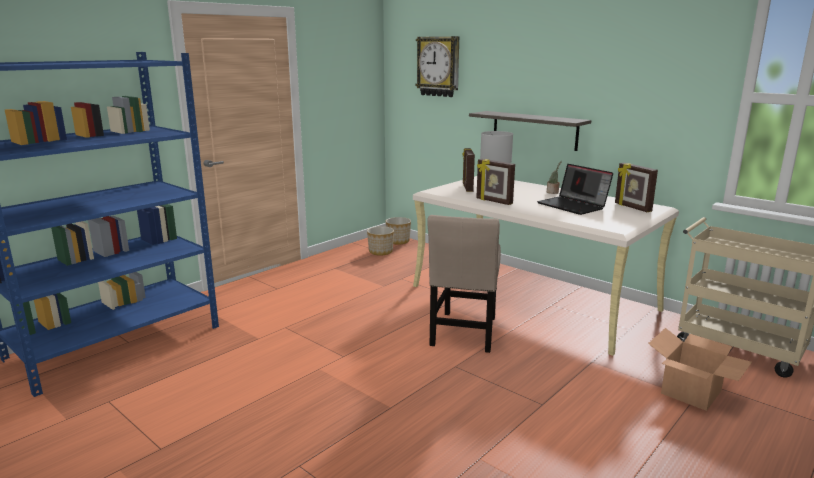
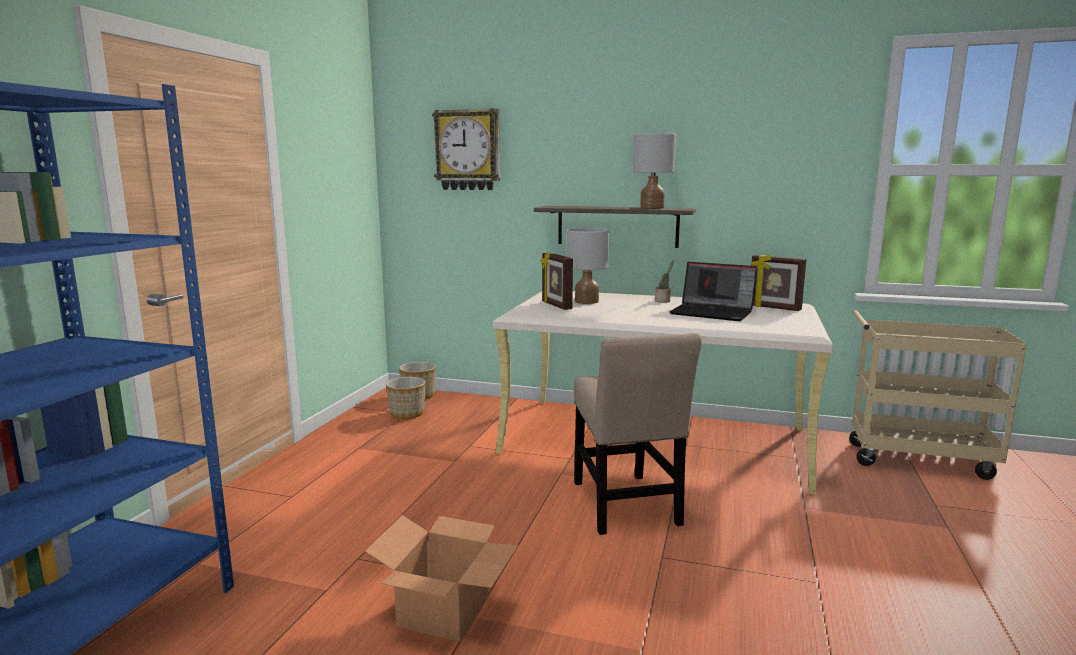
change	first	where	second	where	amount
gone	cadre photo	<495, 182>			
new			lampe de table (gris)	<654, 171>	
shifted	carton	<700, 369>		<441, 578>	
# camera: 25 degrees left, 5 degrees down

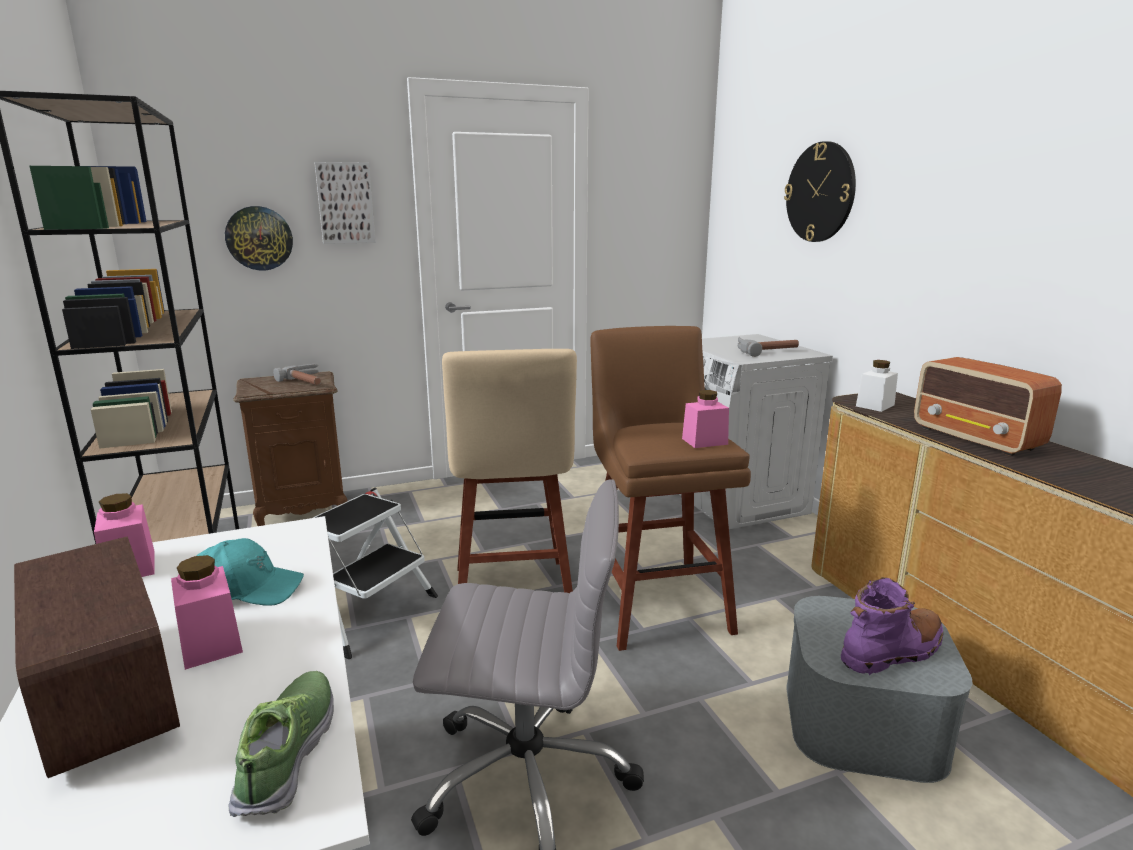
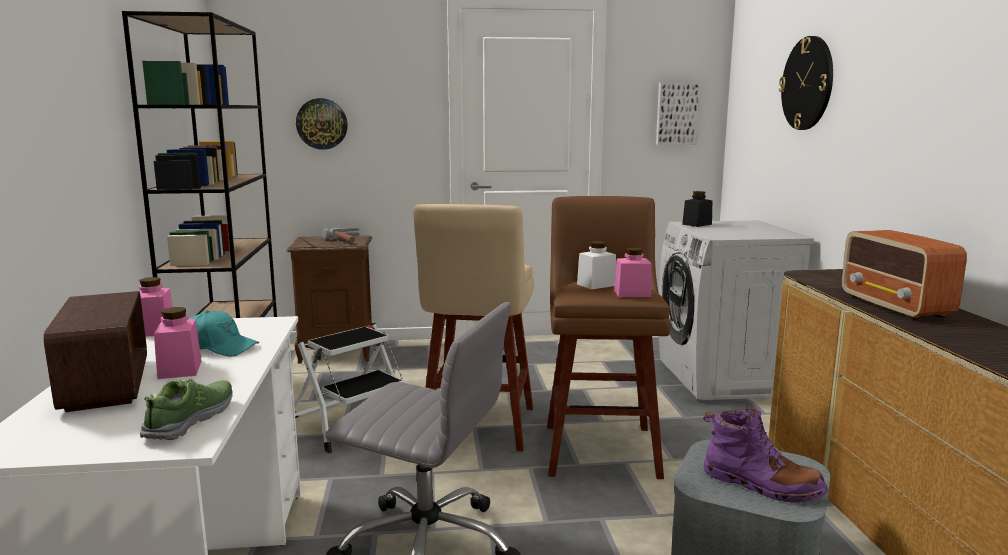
change	first	where	second	where	amount
gone	marteau	<768, 347>			
new			bocal (noir)	<697, 209>	
shifted	tableau	<345, 203>		<678, 114>	
shifted	bocal (blanc)	<877, 386>		<596, 265>	
rotated	botte (violet)	<892, 626>		<765, 454>	45 degrees clockwise
# camera: 15 degrees right, 5 degrees down

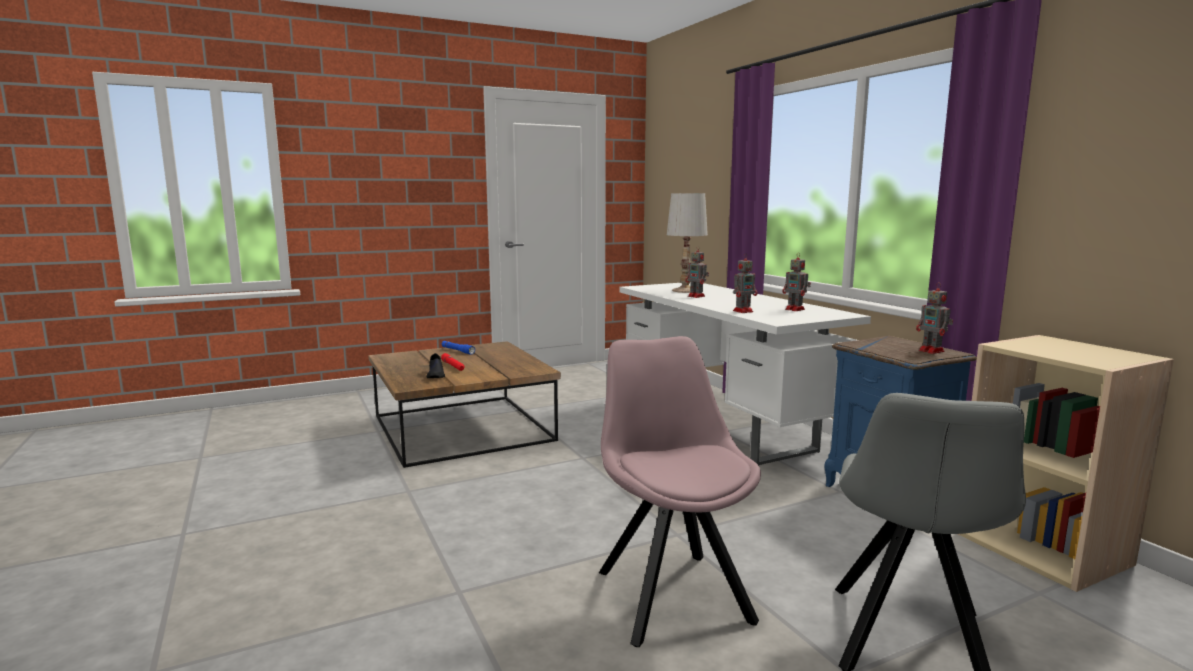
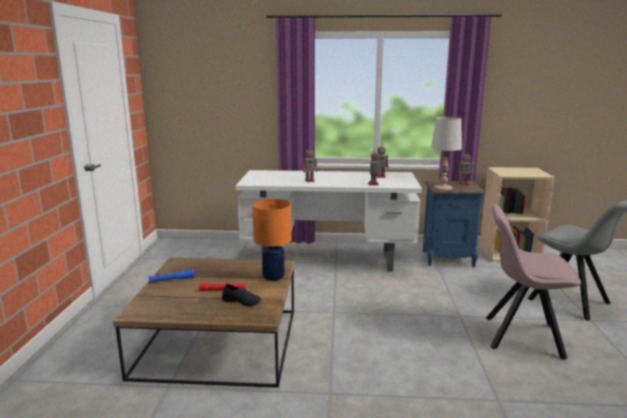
change	first	where	second	where	amount
new			lampe de table (orange)	<272, 240>	
shifted	lampe de table (blanc)	<687, 243>		<446, 153>	
# camera: 60 degrees left, 5 degrees up

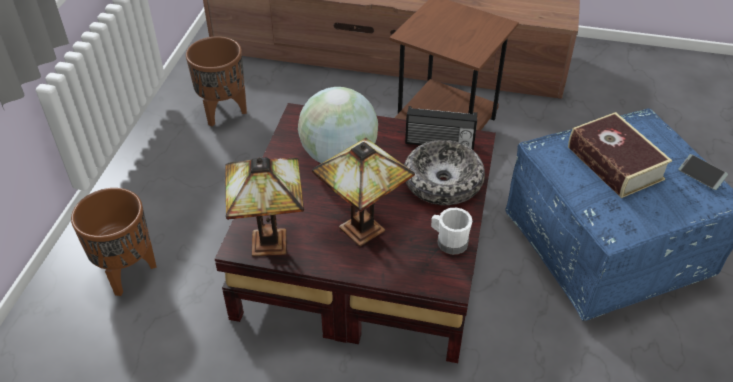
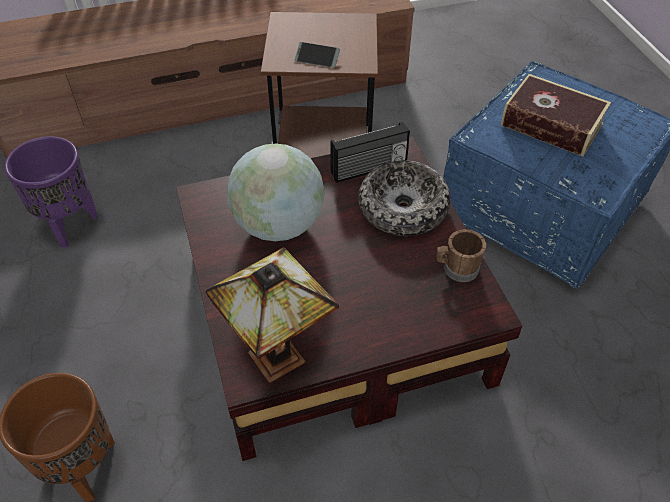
change	first	where	second	where	amount
gone	lampe de table	<363, 192>			
shifted	téléphone	<703, 172>		<317, 55>	
repainted	cache-pot (marron)	<216, 81>	cache-pot (violet)	<51, 192>	
repainted	mug (blanc)	<451, 231>	mug (marron)	<461, 255>	
# camera: 30 degrees left, 5 degrees up

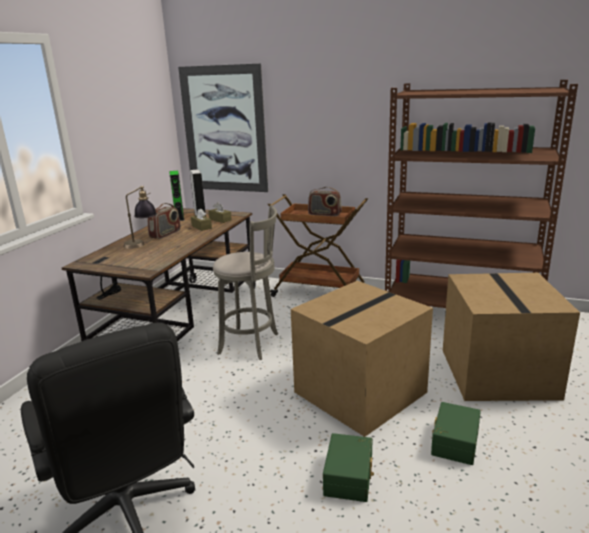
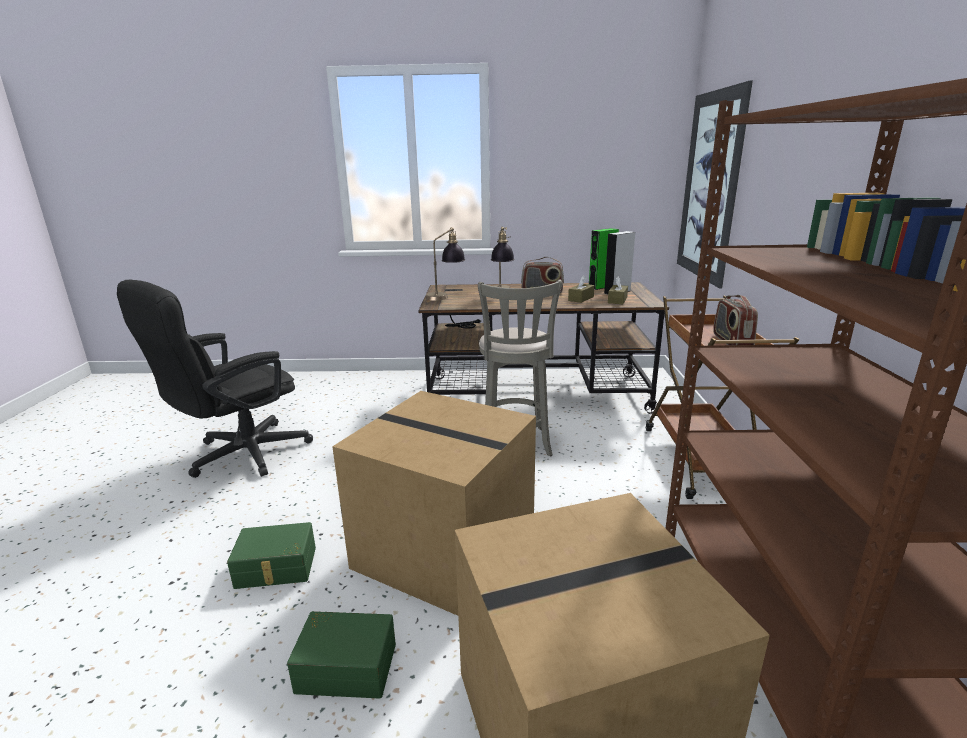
change	first	where	second	where	amount
new			lampe de table	<445, 264>	
# camera: 70 degrees right, 0 degrees up

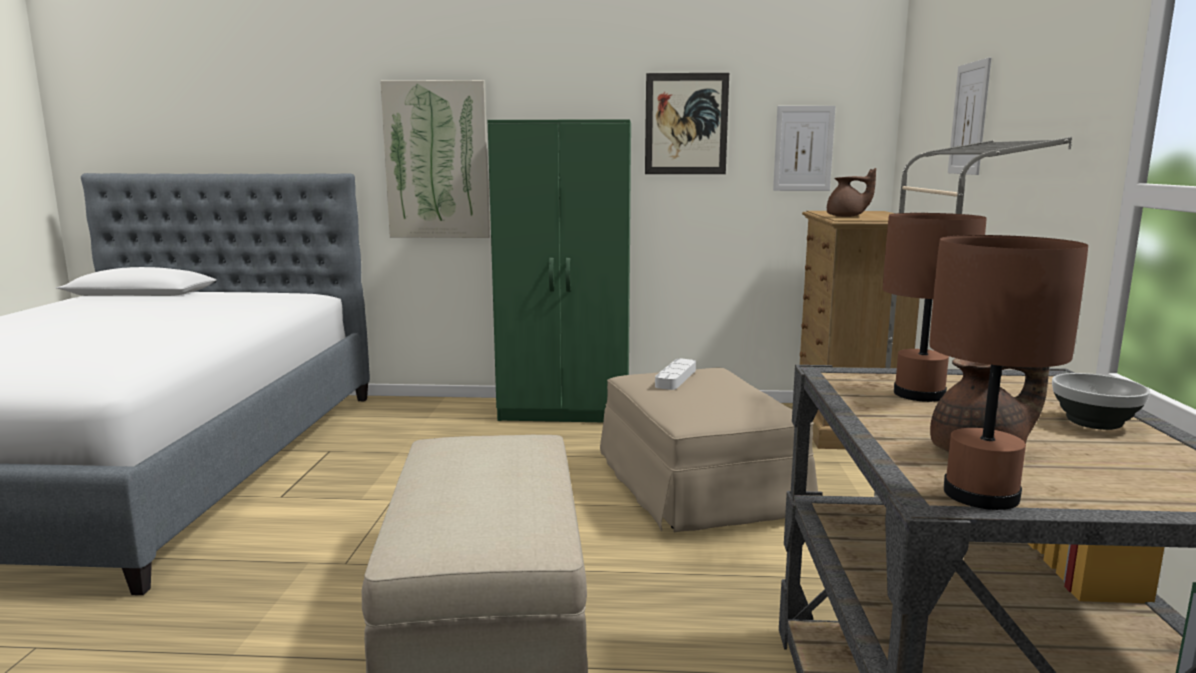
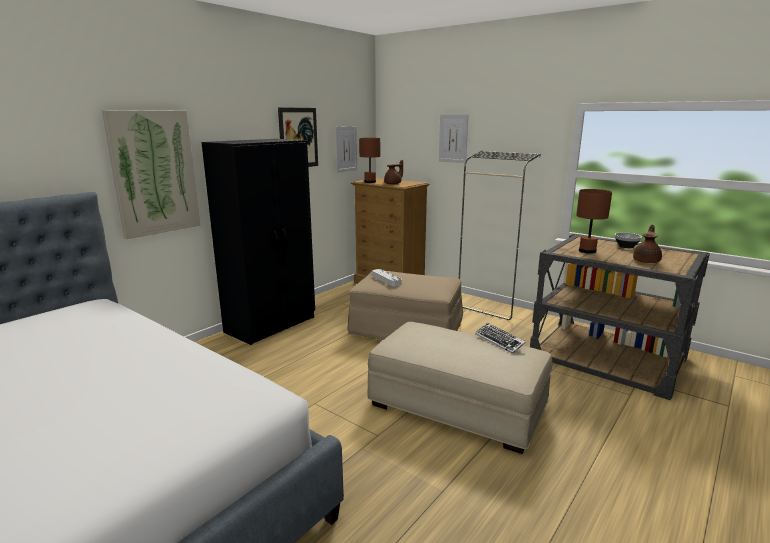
change	first	where	second	where	amount
new			clavier	<500, 338>	
shifted	lampe de table (marron)	<1008, 372>		<369, 160>	
repainted	armoire (vert)	<559, 270>	armoire (noir)	<258, 242>	
# camera: 55 degrees left, 5 degrees up

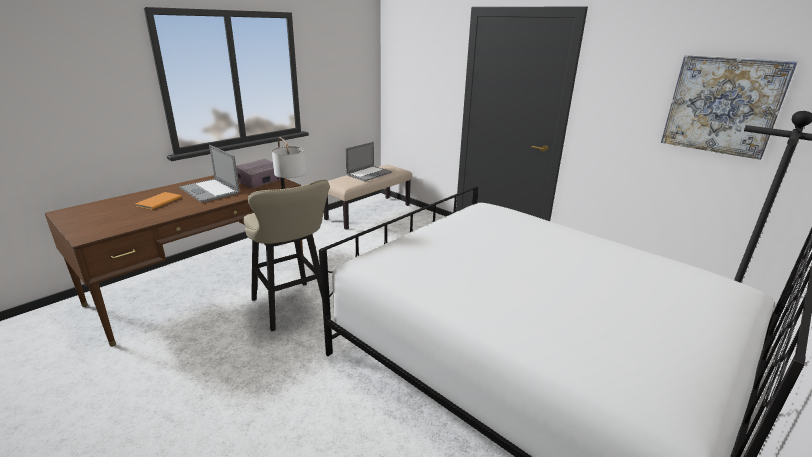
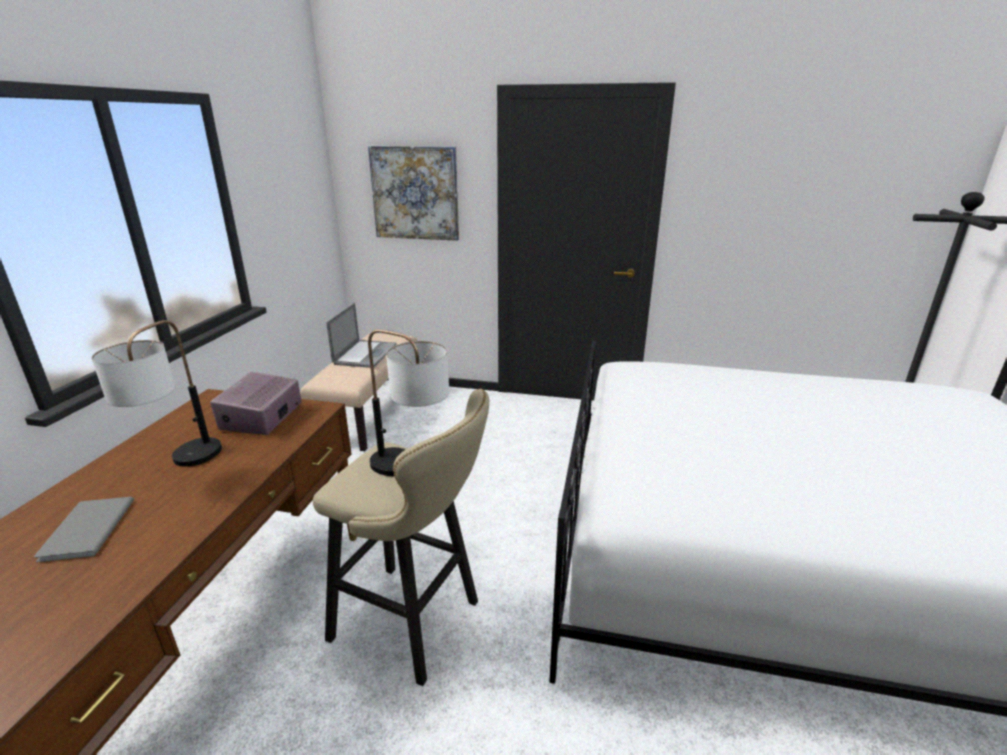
change	first	where	second	where	amount
shifted	tableau	<729, 107>		<413, 193>	
swapped	ordinateur portable	<209, 174>	lampe de table	<156, 393>	
repainted	livre (orange)	<158, 201>	livre (gris)	<84, 530>	
# camera: 30 degrees left, 0 degrees up

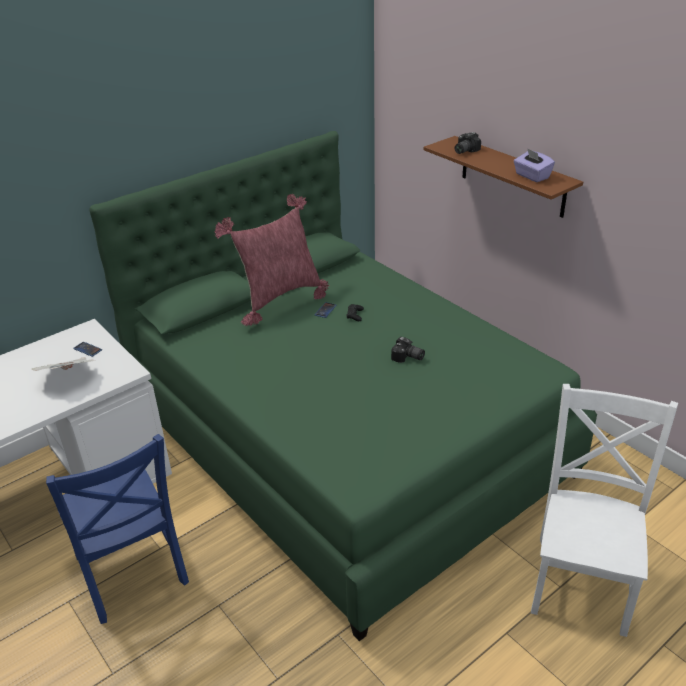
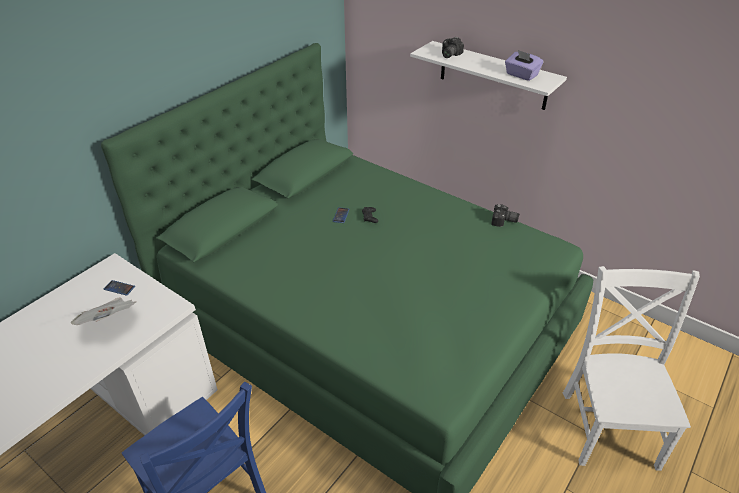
change	first	where	second	where	amount
gone	coussin (rouge)	<272, 260>			
shifted	appareil photo	<408, 350>		<505, 215>	
repainted	étagère (marron)	<503, 177>	étagère (blanc)	<488, 75>	
# camera: 15 degrees left, 5 degrees up

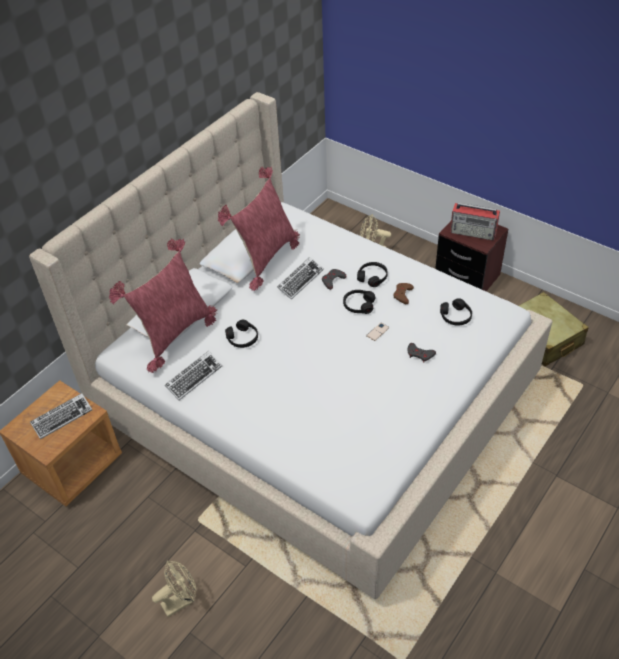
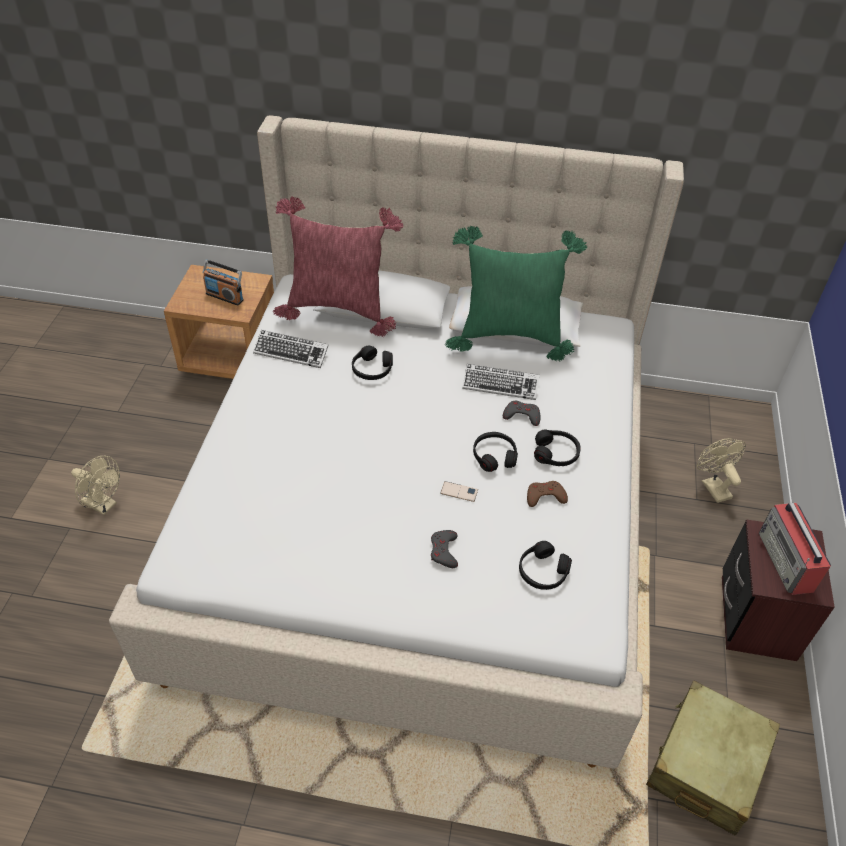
change	first	where	second	where	amount
swapped	clavier	<61, 416>	radio	<223, 283>	
repainted	coussin (rouge)	<258, 228>	coussin (vert)	<516, 293>	
# camera: 60 degrees right, 0 degrees up

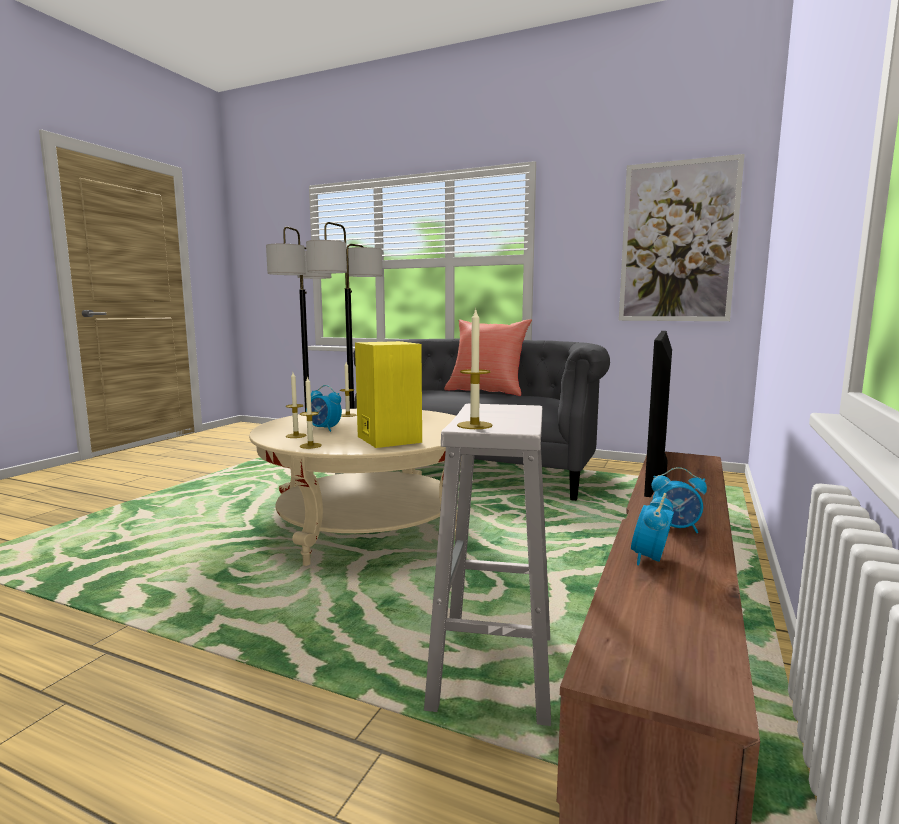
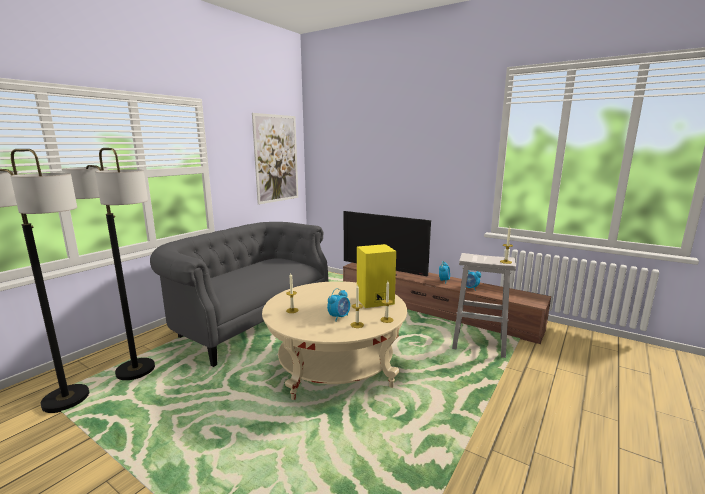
change	first	where	second	where	amount
gone	coussin (rouge)	<488, 357>			
# camera: 80 degrees left, 5 degrees up

